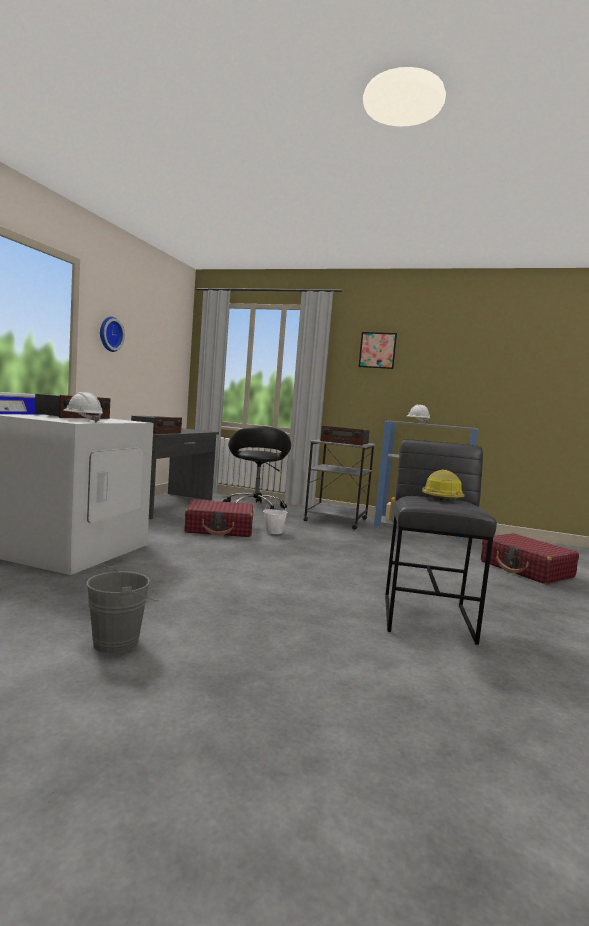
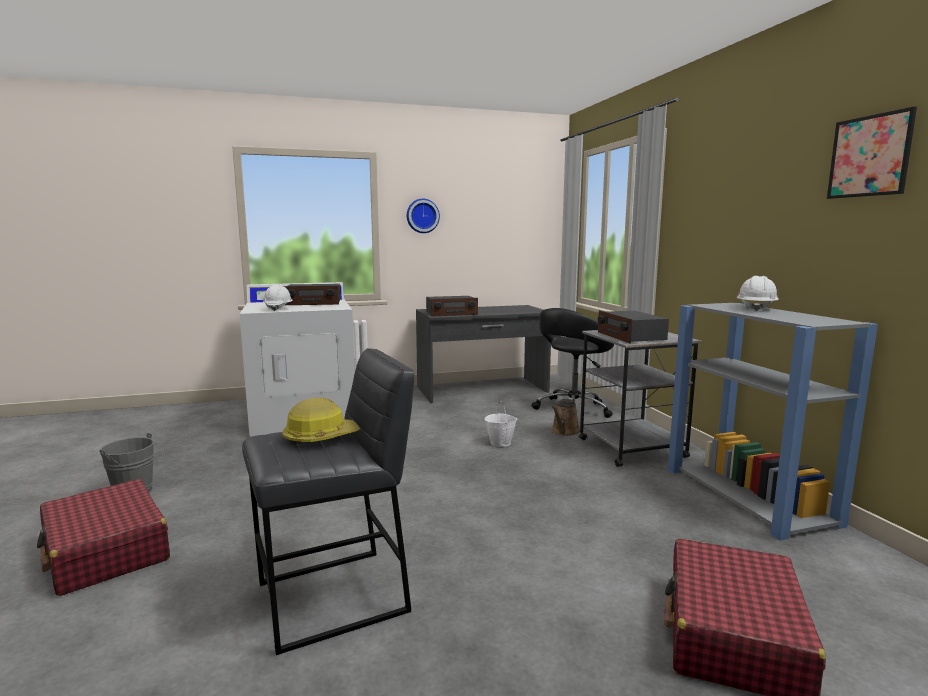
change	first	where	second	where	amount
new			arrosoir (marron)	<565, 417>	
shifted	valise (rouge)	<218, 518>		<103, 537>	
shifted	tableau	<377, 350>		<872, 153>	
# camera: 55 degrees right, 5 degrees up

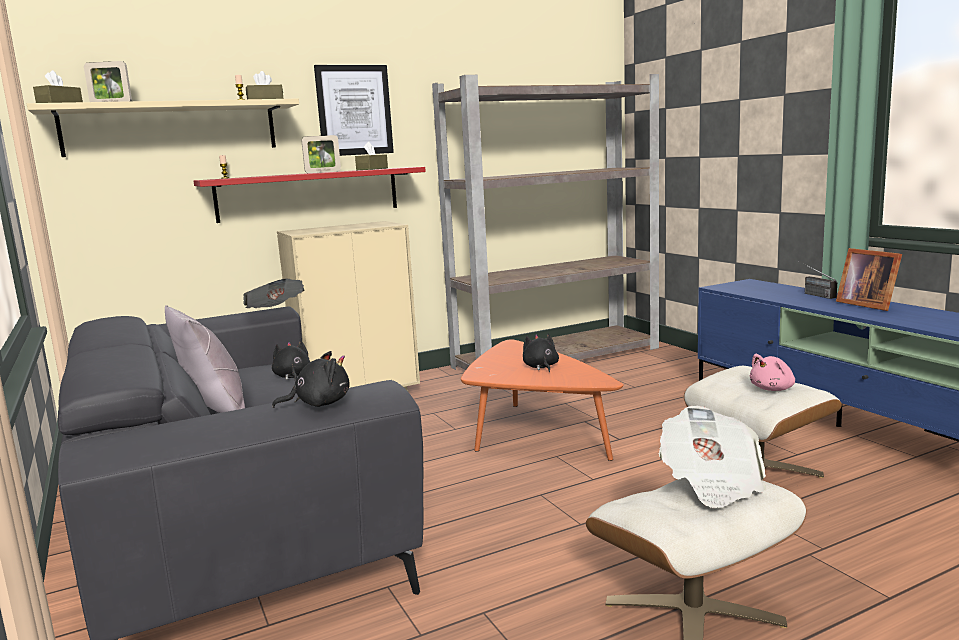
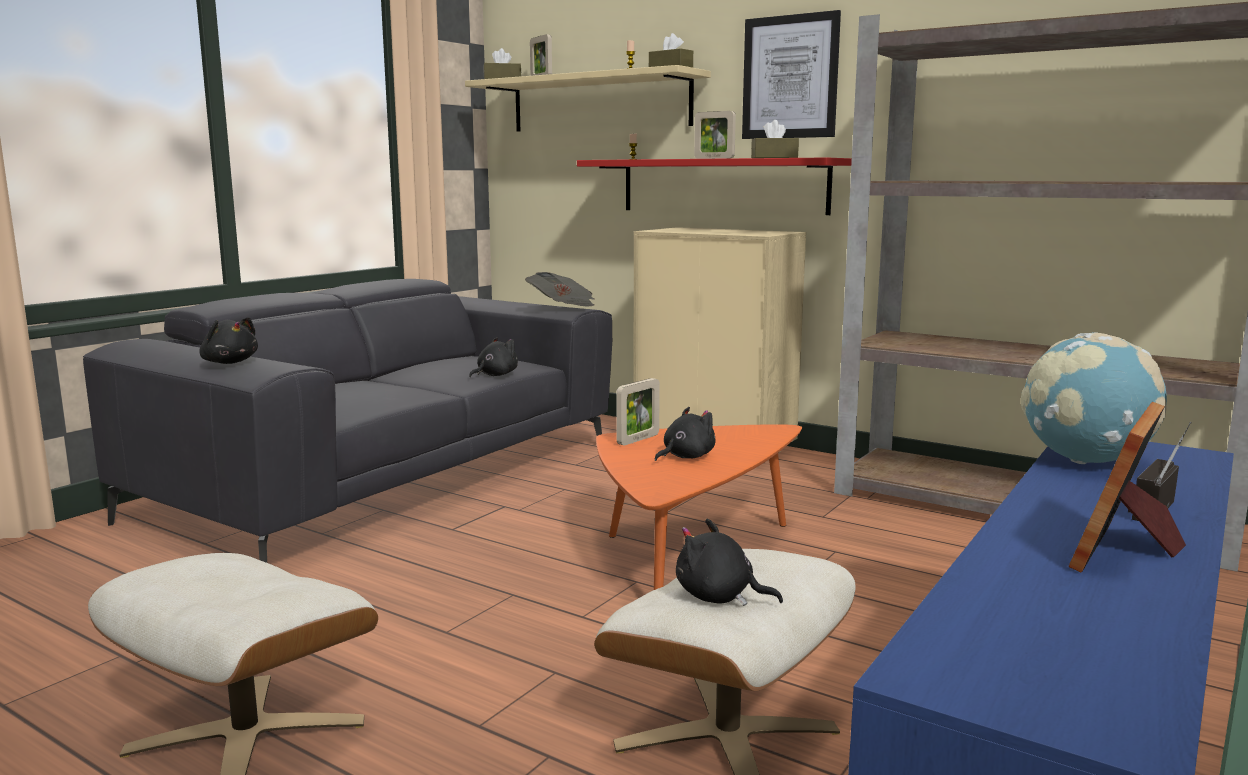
change	first	where	second	where	amount
gone	coussin (violet)	<205, 359>			
gone	journal	<712, 457>			
new			cadre photo	<638, 412>	
new			globe	<1094, 398>	
repainted	peluche (rose)	<772, 372>	peluche (noir)	<729, 562>	
# camera: 60 degrees right, 0 degrees up

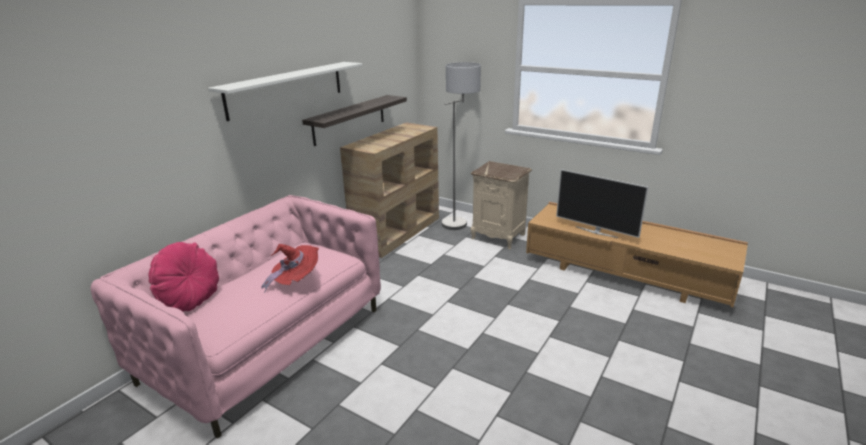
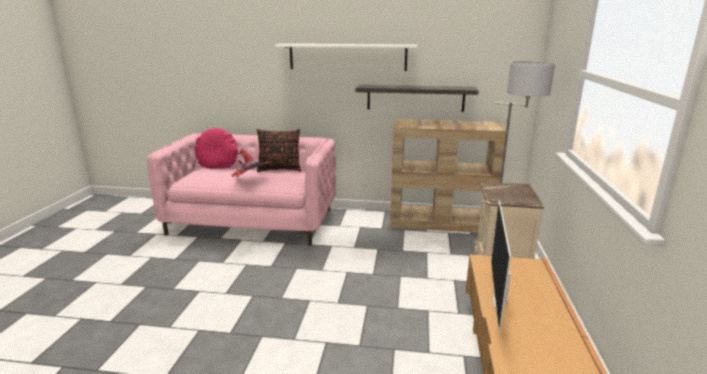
change	first	where	second	where	amount
new			coussin (noir)	<279, 150>	
# camera: 65 degrees right, 5 degrees down

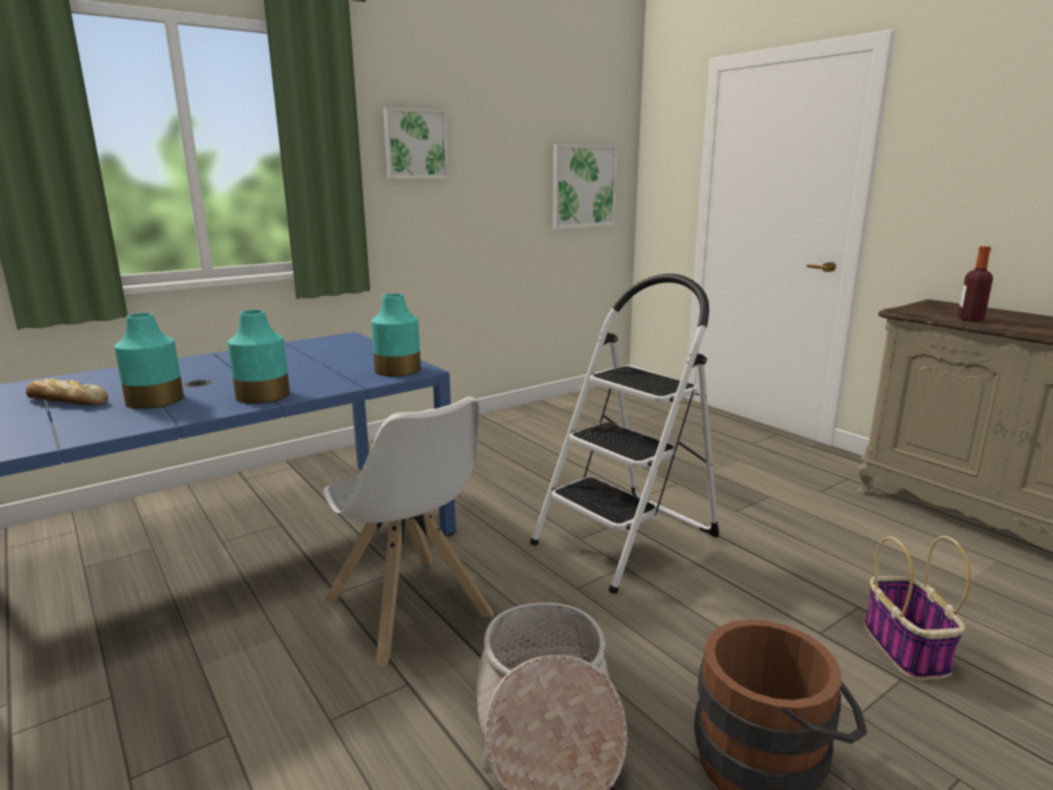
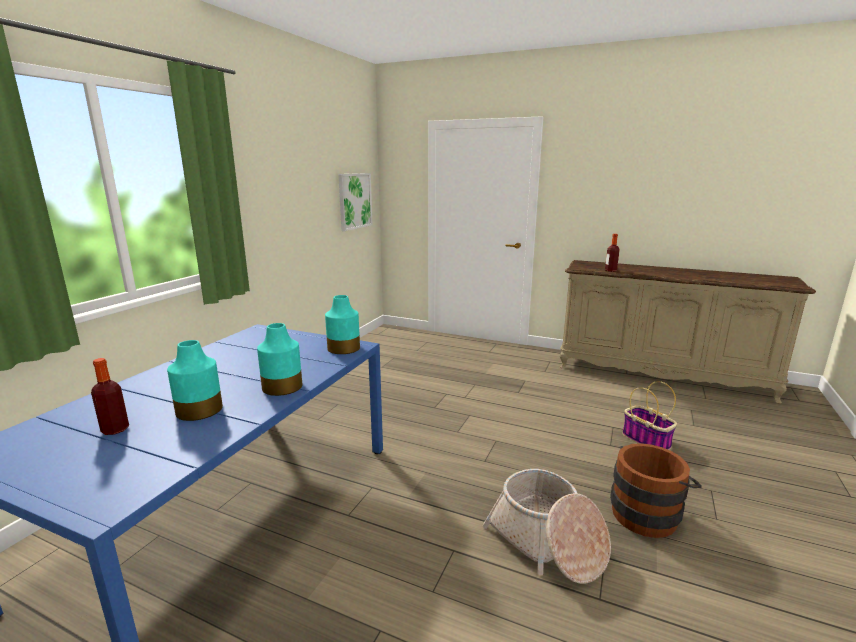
change	first	where	second	where	amount
gone	chaise	<408, 532>			
gone	tableau	<415, 143>			
gone	escabeau	<624, 434>			
swapped	pain	<67, 392>	bouteille	<110, 396>	
# camera: 30 degrees left, 0 degrees up

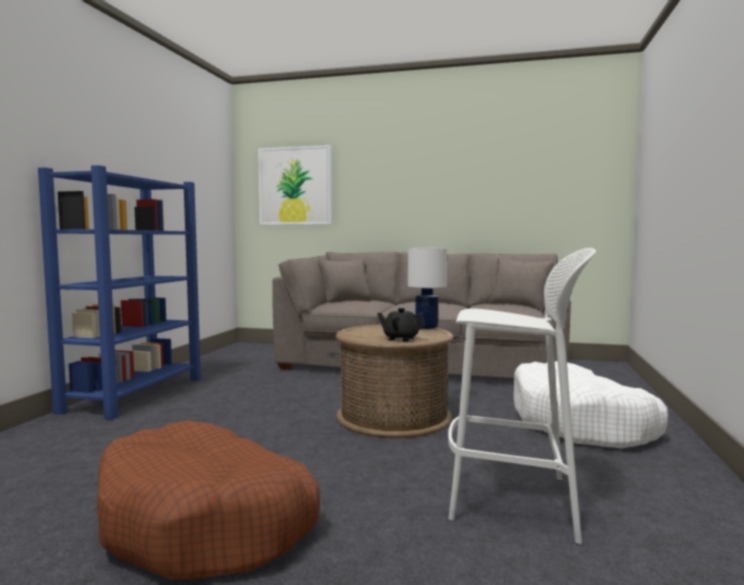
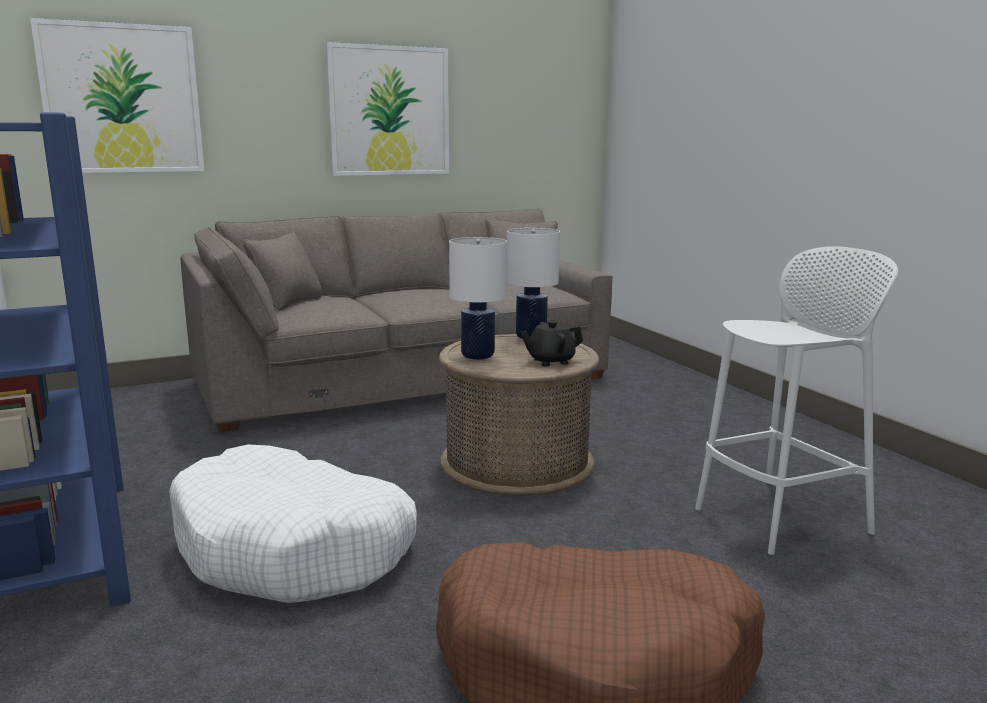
change	first	where	second	where	amount
new			tableau	<387, 109>	
new			lampe de table (blanc)	<478, 298>	
shifted	panier pour chien (blanc)	<591, 404>		<293, 524>	
# camera: 40 degrees left, 10 degrees up

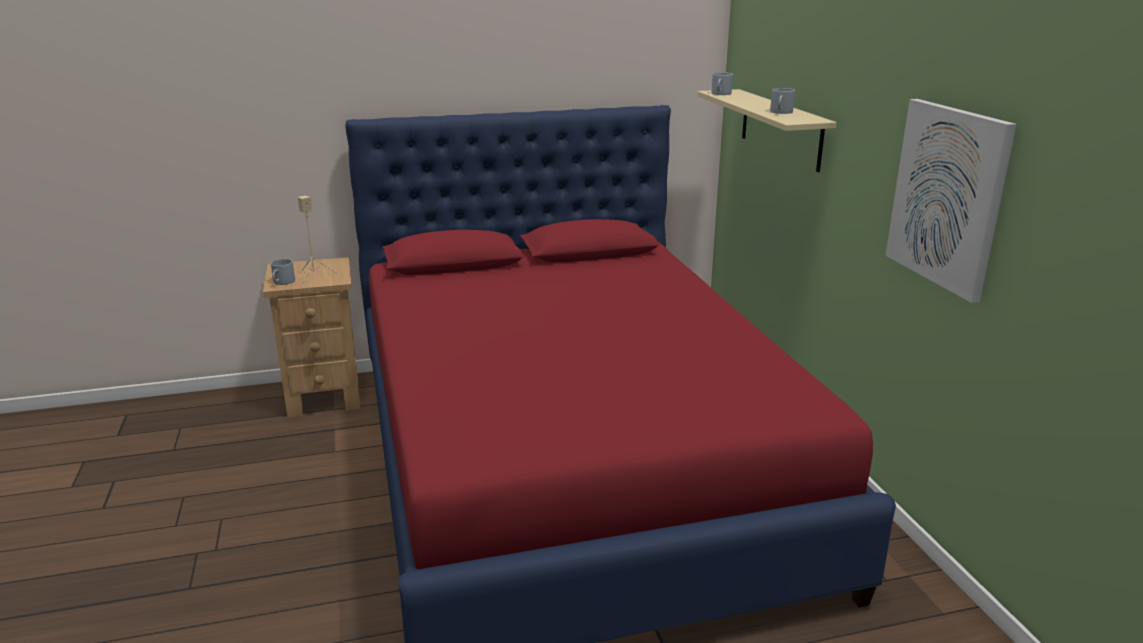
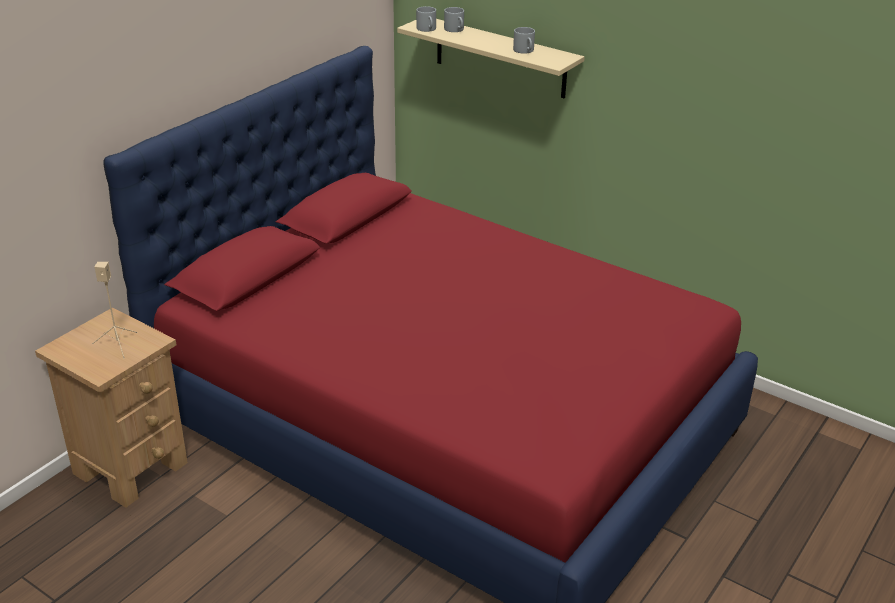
change	first	where	second	where	amount
gone	tableau	<951, 201>			
shifted	mug (gris)	<283, 272>		<454, 19>	
# camera: 40 degrees left, 10 degrees up

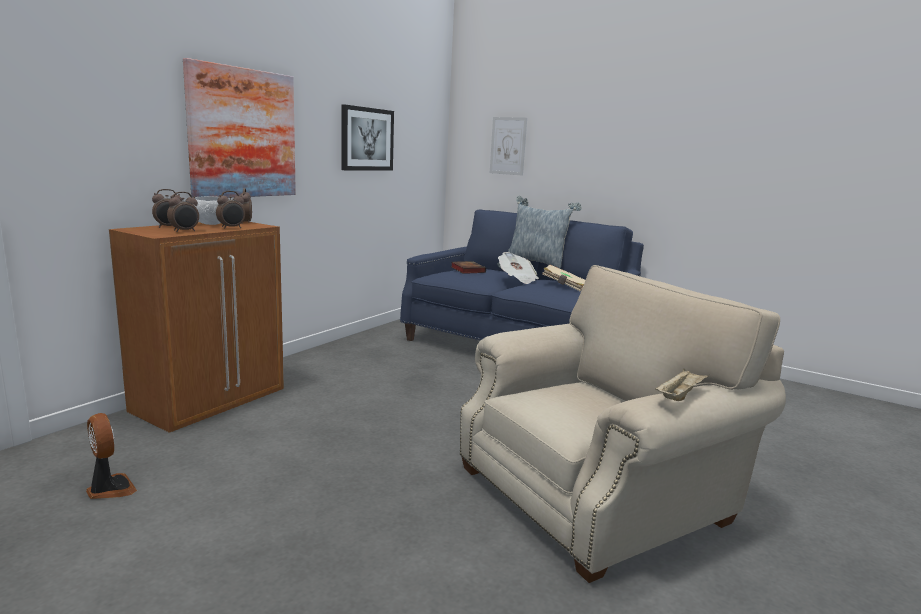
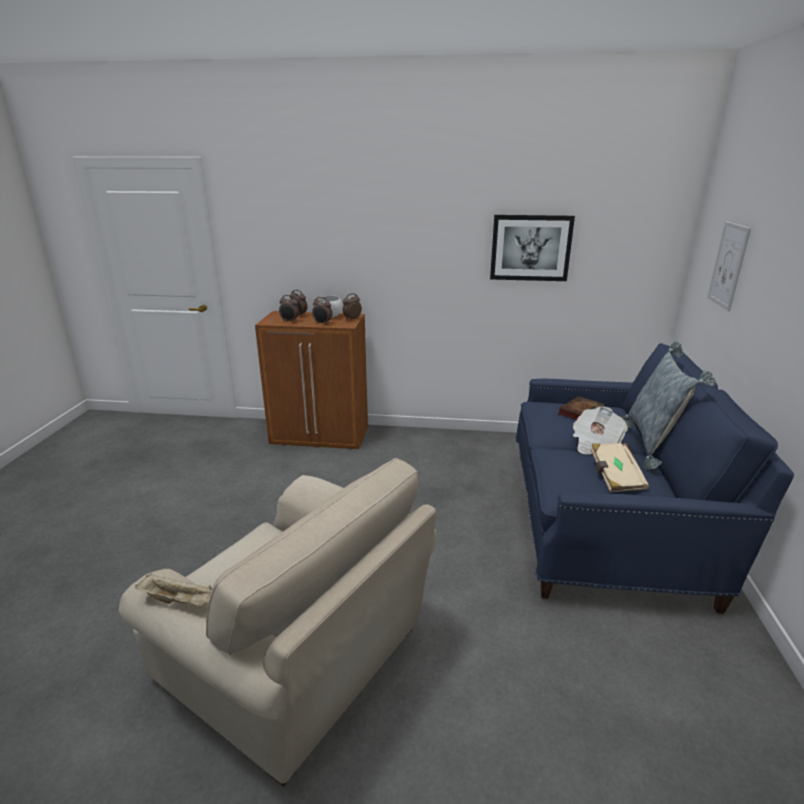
change	first	where	second	where	amount
gone	ventilateur	<111, 456>			
gone	tableau	<239, 128>			
# camera: 65 degrees right, 10 degrees up

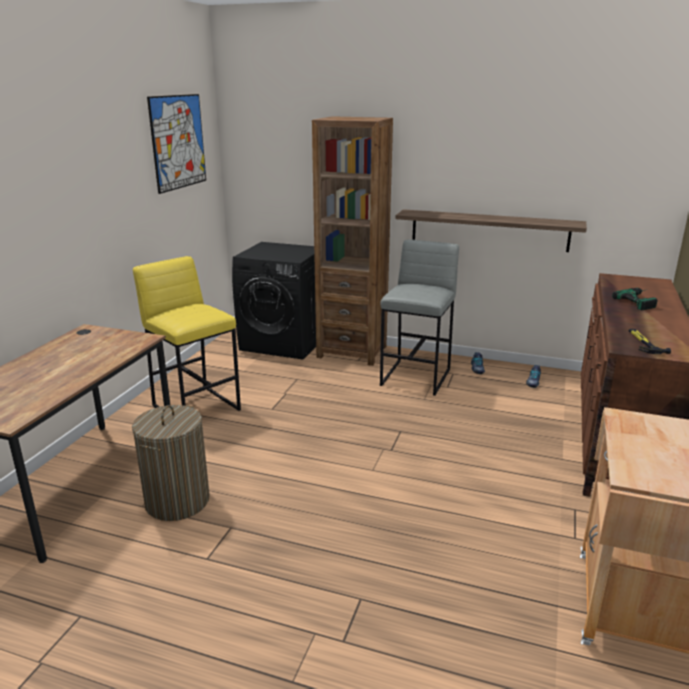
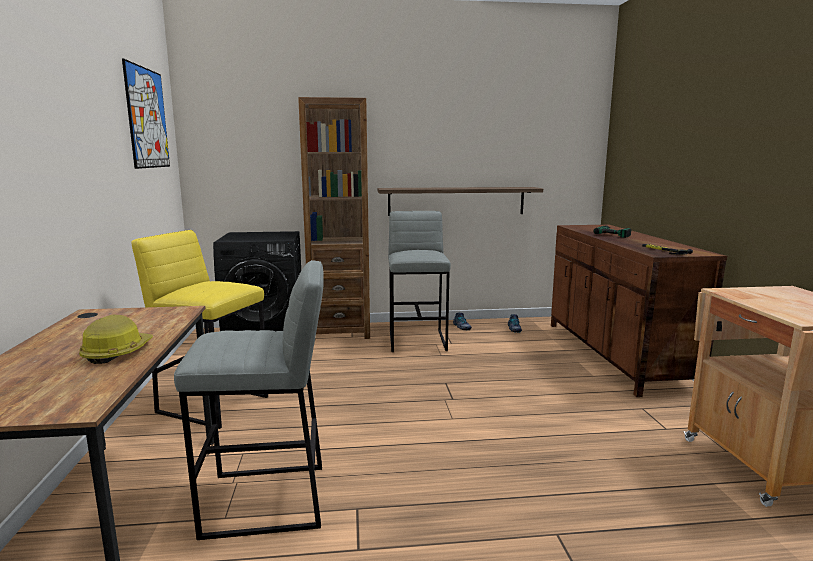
change	first	where	second	where	amount
new			casque de chantier	<116, 339>	
swapped	panier à linge	<171, 463>	tabouret (gris)	<249, 400>	
# camera: 25 degrees left, 10 degrees down

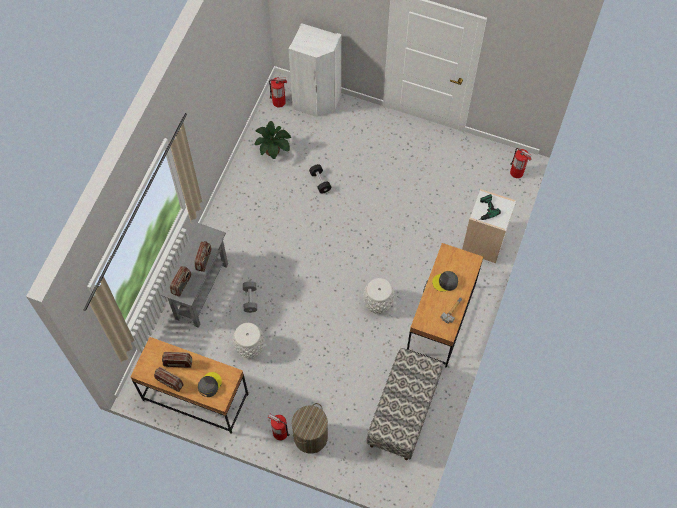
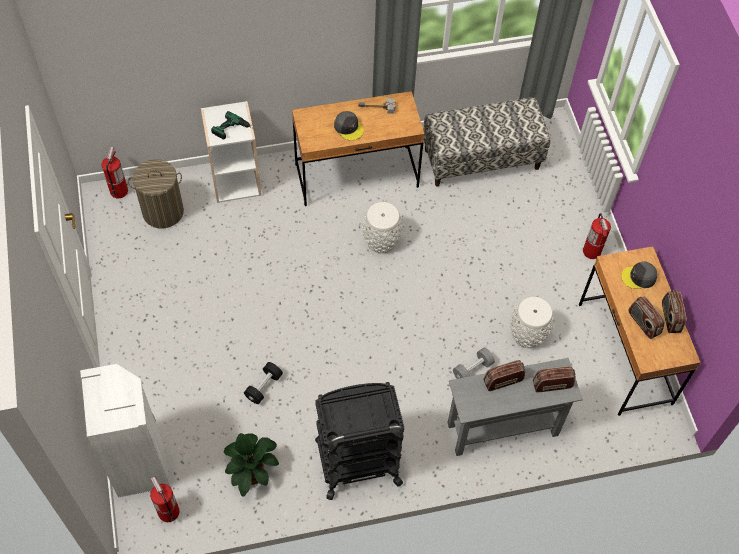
change	first	where	second	where	amount
new			chariot (noir)	<359, 441>	
shifted	panier à linge	<310, 428>		<156, 193>	
# camera: 125 degrees left, 5 degrees down

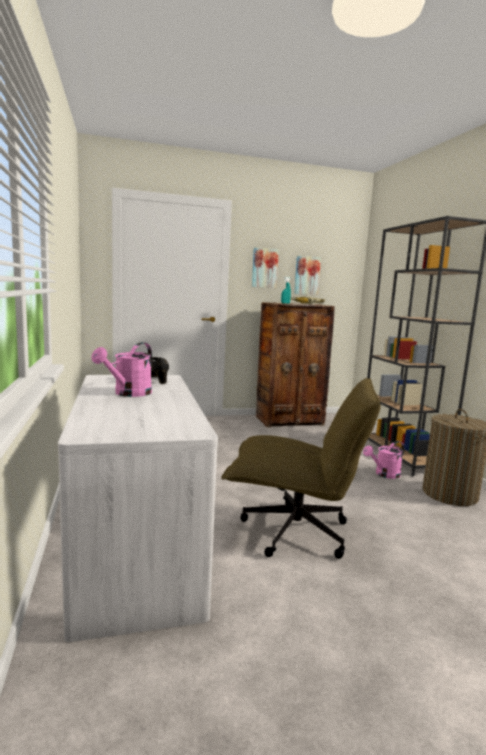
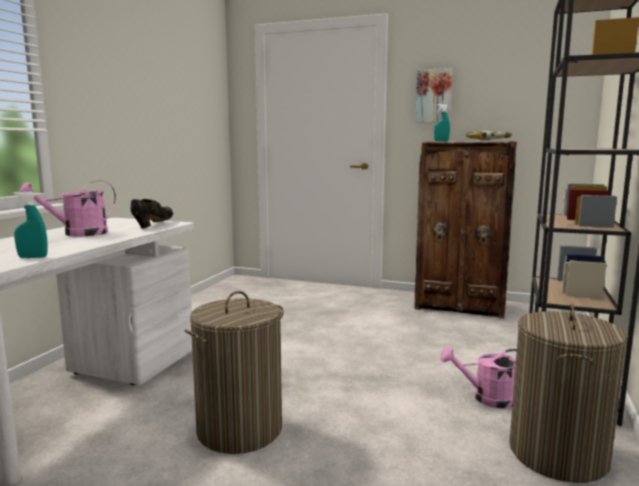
change	first	where	second	where	amount
gone	tableau	<307, 275>			
new			vaporisateur (turquoise)	<30, 225>	
swapped	chaise de bureau (beige)	<301, 468>	panier à linge	<234, 372>	
# camera: 35 degrees right, 0 degrees up

